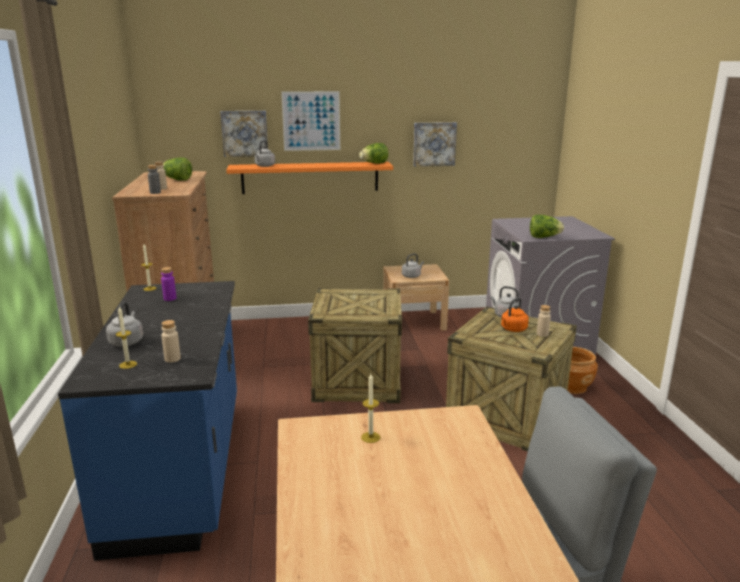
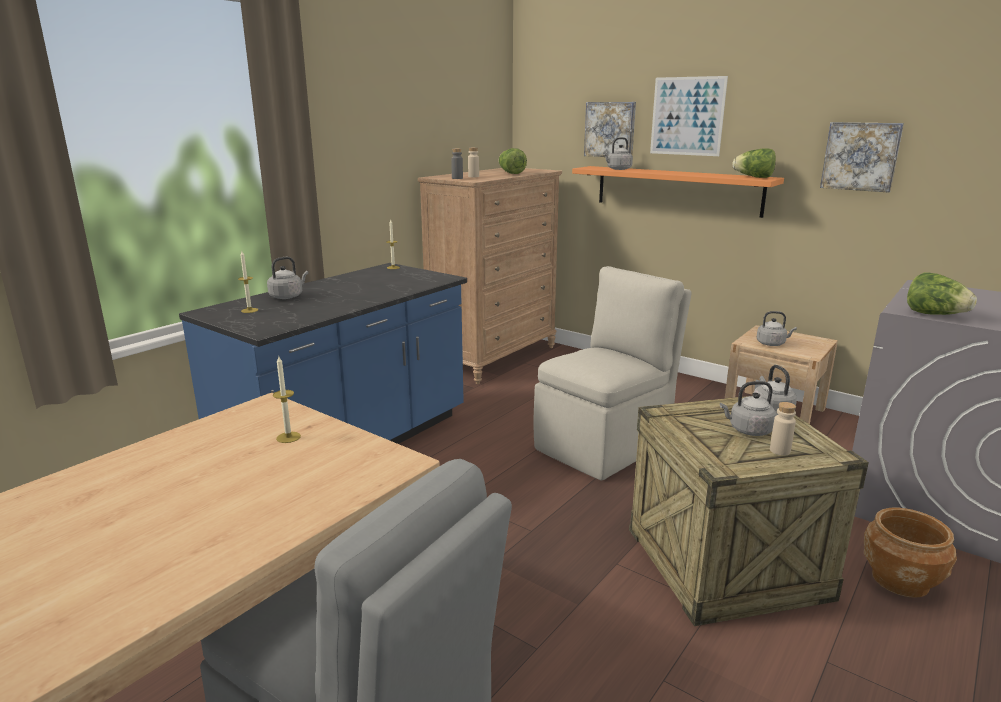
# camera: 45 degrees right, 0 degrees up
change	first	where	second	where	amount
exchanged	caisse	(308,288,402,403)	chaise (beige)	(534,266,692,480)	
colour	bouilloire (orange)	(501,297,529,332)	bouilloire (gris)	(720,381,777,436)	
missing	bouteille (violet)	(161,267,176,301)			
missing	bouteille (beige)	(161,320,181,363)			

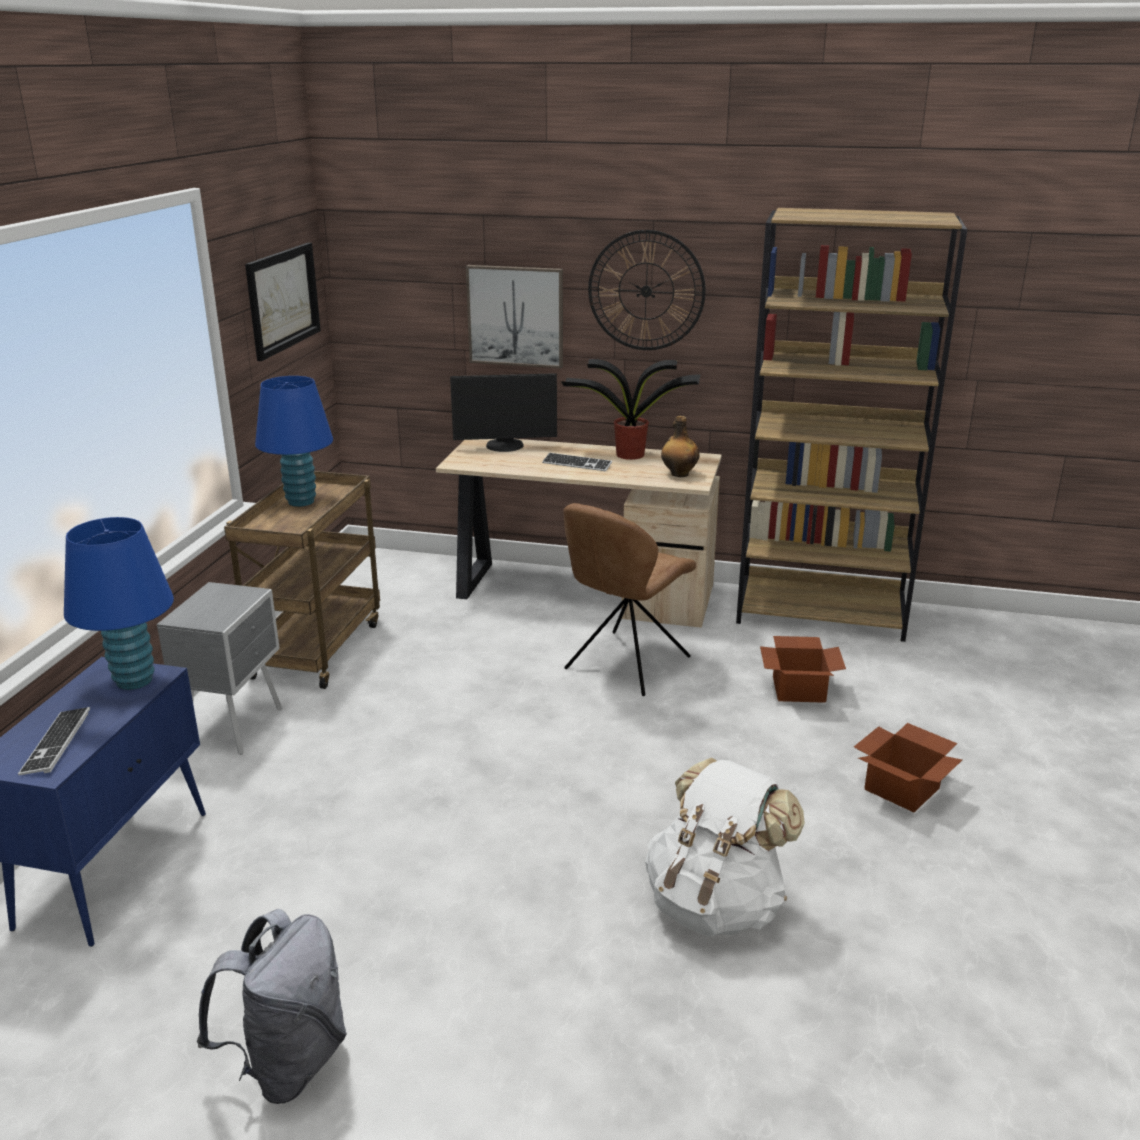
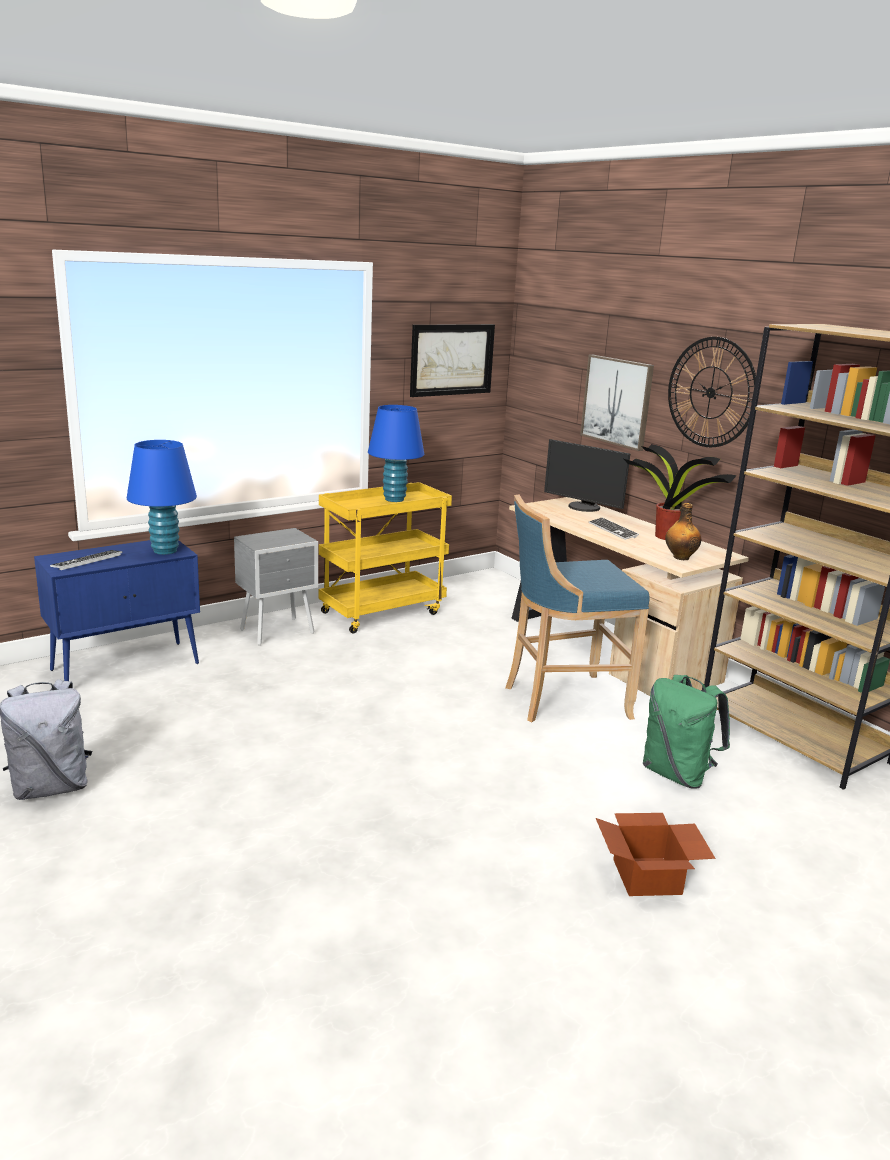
# camera: 40 degrees right, 5 degrees down
change	first	where	second	where	amount
colour	chariot (marron)	(224,471,380,689)	chariot (jaune)	(319,482,452,634)	
exchanged	chaise (marron)	(563,503,696,696)	tabouret (bleu)	(506,494,650,722)	
exchanged	carton	(760,636,846,703)	sac à dos (vert)	(643,675,730,789)	
missing	sac à dos (blanc)	(645,758,805,937)			

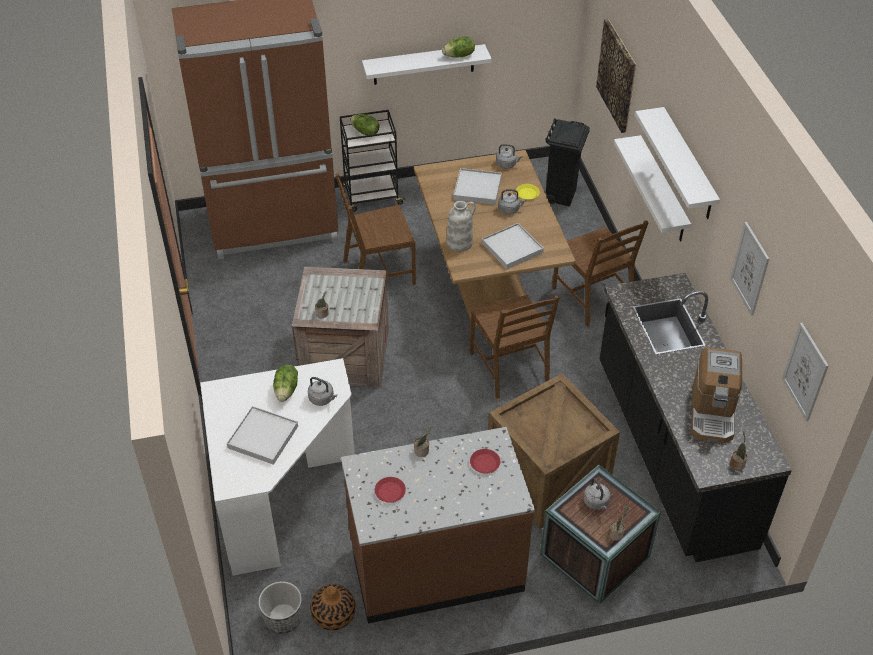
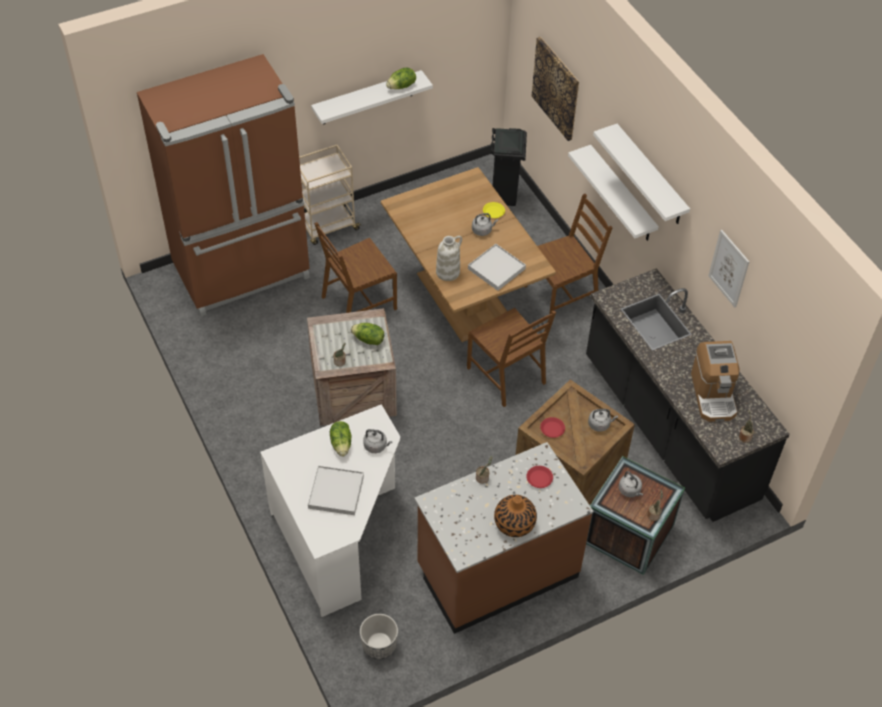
# camera: 15 degrees left, 5 degrees up
change	first	where	second	where	amount
colour	chariot (noir)	(340,110,406,212)	chariot (beige)	(299,145,362,245)	
relocated	laitue	(350,114,379,135)		(351,323,384,345)	
relocated	vase	(310,584,356,631)		(494,495,537,537)	
spun	chaise (marron)	(552,220,649,327)		(525,194,612,315)	75 degrees counterclockwise
relocated	assiette (rouge)	(375,477,406,502)		(540,417,565,438)	
relocated	bouilloire (gris)	(496,144,523,169)		(588,409,618,432)	
missing	plateau (blanc)	(453,168,502,205)			
missing	tableau	(782,323,828,421)			

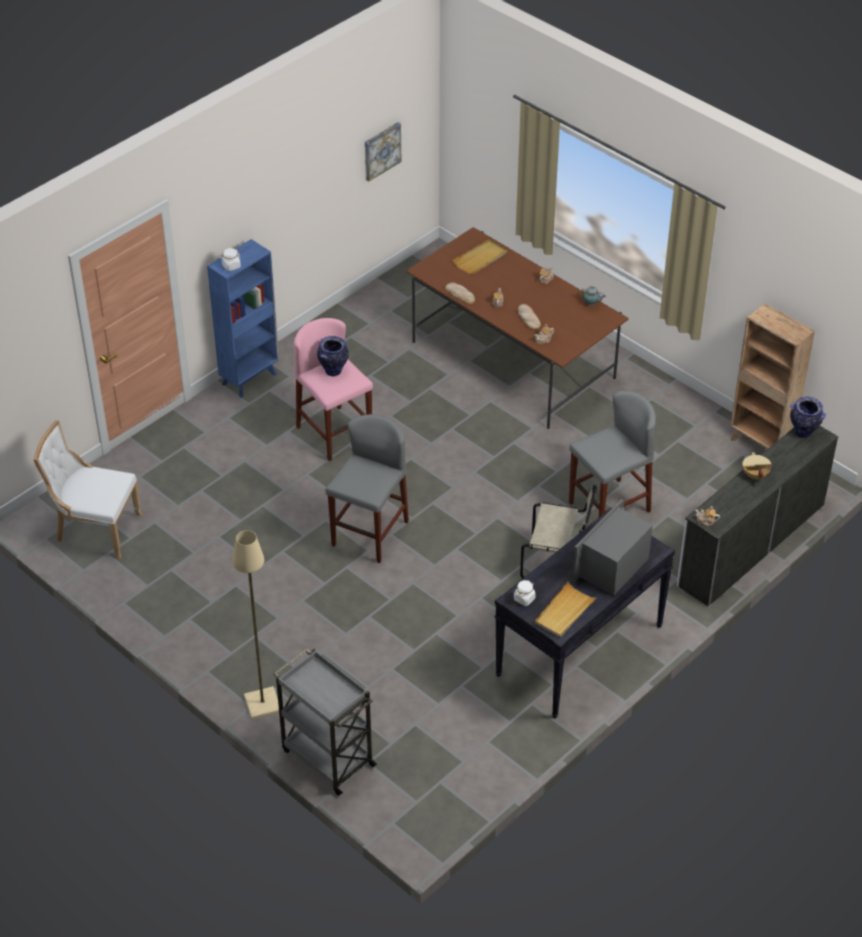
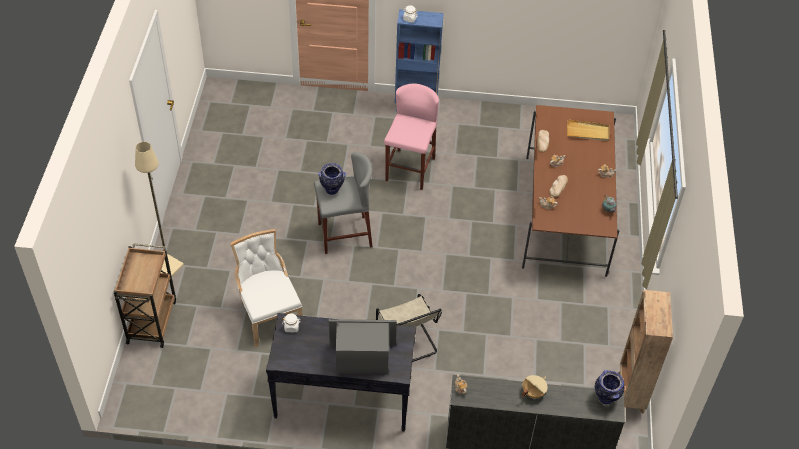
# camera: 50 degrees right, 5 degrees up
change	first	where	second	where	amount
colour	chariot (gris)	(274,648,377,796)	chariot (marron)	(114,243,176,348)	
relocated	chaise (blanc)	(33,420,143,559)		(230,229,303,347)	
relocated	vase	(317,336,349,376)		(318,163,346,195)	
missing	tableau	(365,122,401,182)			
missing	plateau (beige)	(535,581,597,637)			
missing	tabouret (gris)	(569,391,656,517)			

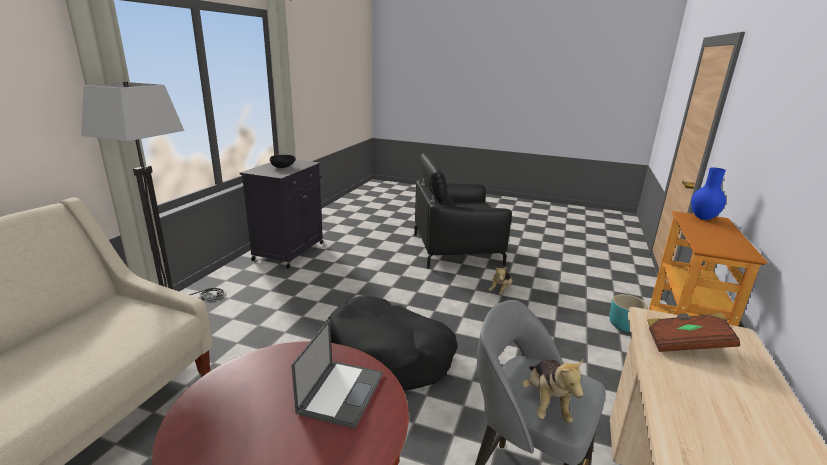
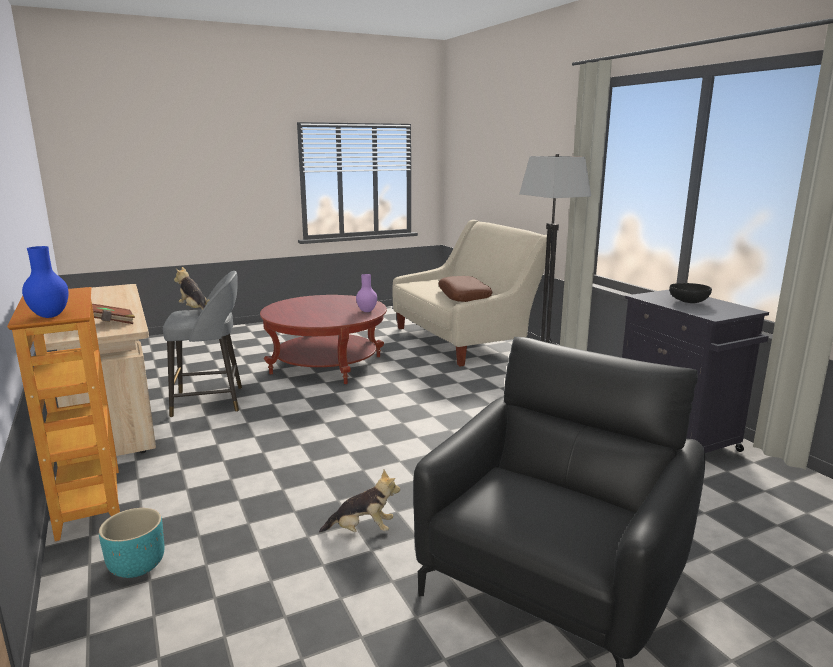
# camera: 135 degrees right, 5 degrees down
change	first	where	second	where	amount
spun	peluche	(489,267,512,295)		(319,470,400,533)	105 degrees clockwise
appeared			vase (violet)	(356,274,377,312)	
appeared			coussin (marron)	(439,276,492,302)	
missing	ordinateur portable	(291,319,383,429)			
missing	panier pour chien (noir)	(326,296,457,391)			

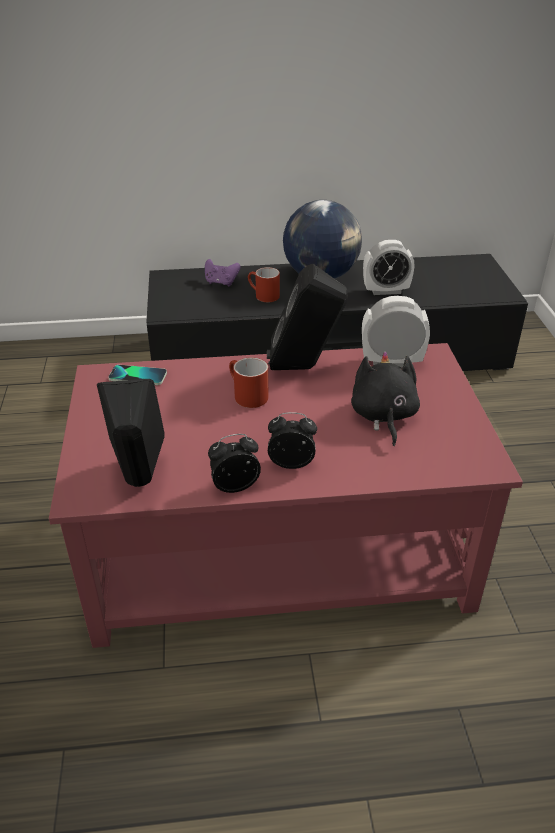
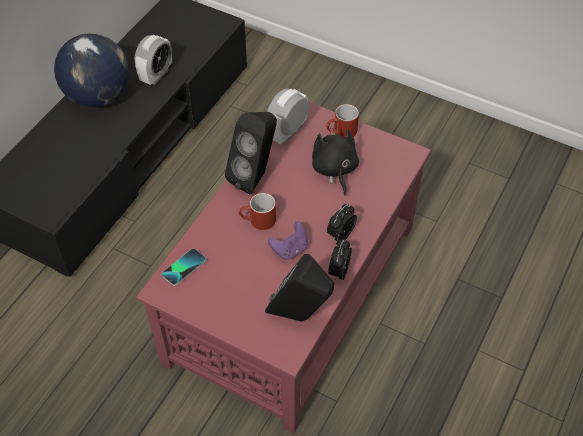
# camera: 55 degrees left, 15 degrees up
change	first	where	second	where	amount
relocated	manette (violet)	(205,259,241,286)		(268,221,308,260)	
spun	peluche (noir)	(351,351,420,446)		(312,126,359,195)	45 degrees clockwise
relocated	mug (rouge)	(248,267,280,302)		(326,104,359,138)	

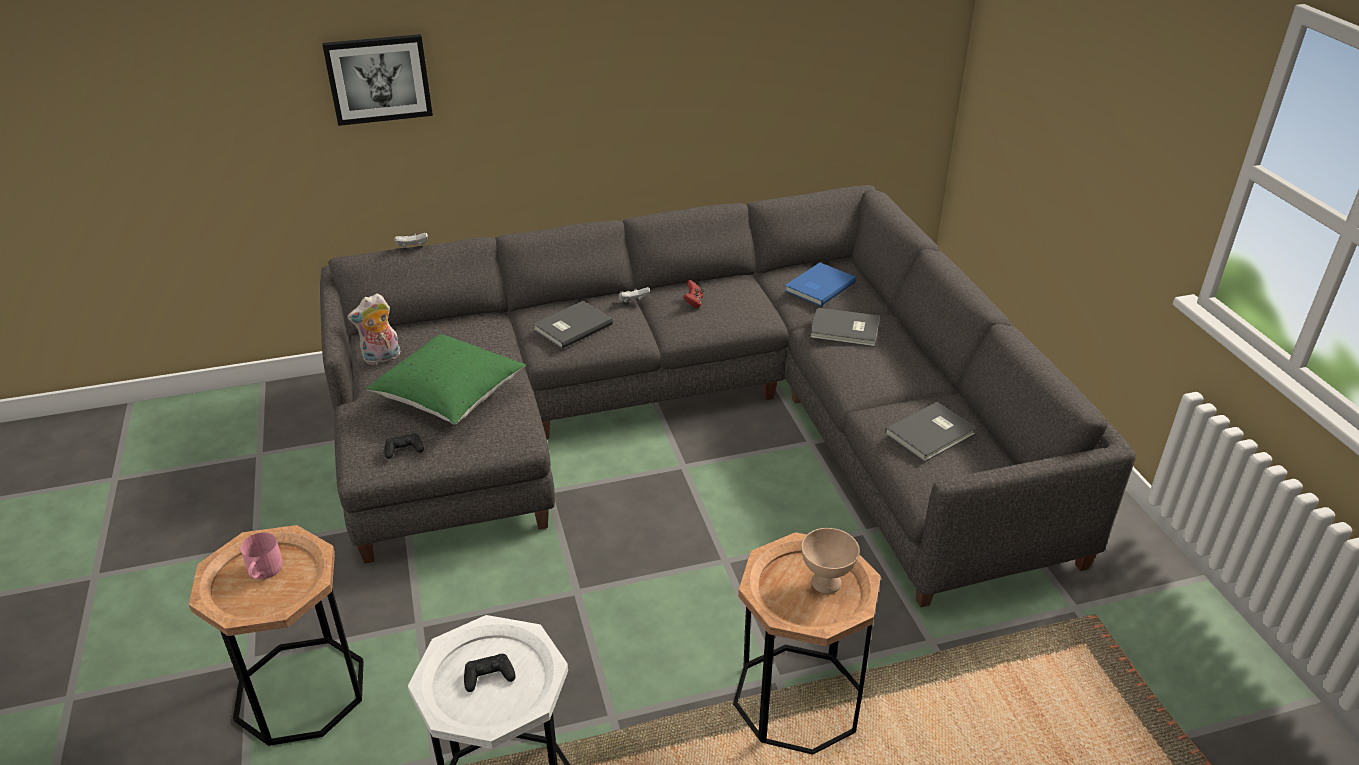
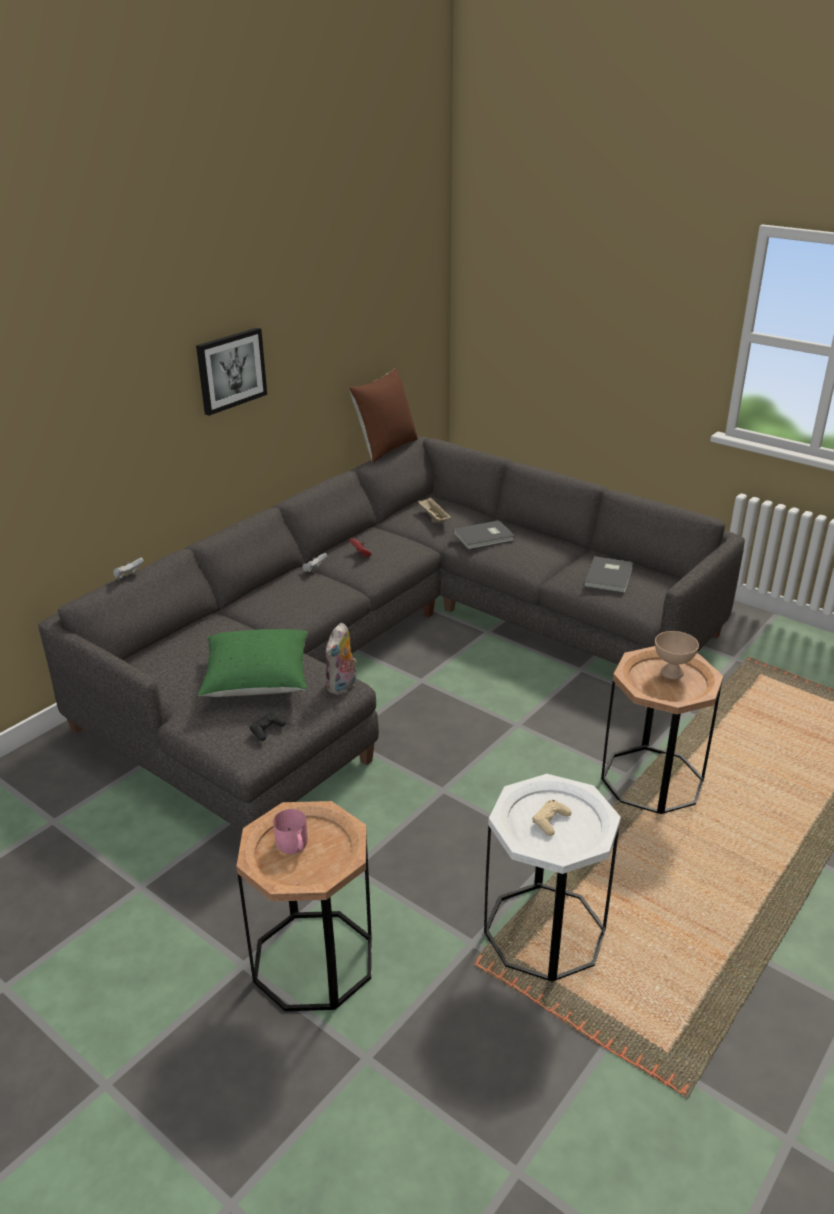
# camera: 35 degrees left, 5 degrees down
change	first	where	second	where	amount
relocated	tableau	(322,34,433,126)		(196,328,267,416)	
relocated	peluche	(347,293,400,365)		(325,623,357,695)	
appeared			coussin (marron)	(349,368,418,463)	
exchanged	livre (bleu)	(784,263,856,306)	plateau (beige)	(418,497,452,522)	
colour	manette (noir)	(464,654,516,692)	manette (beige)	(532,800,572,836)	
missing	livre (gris)	(533,301,613,349)			

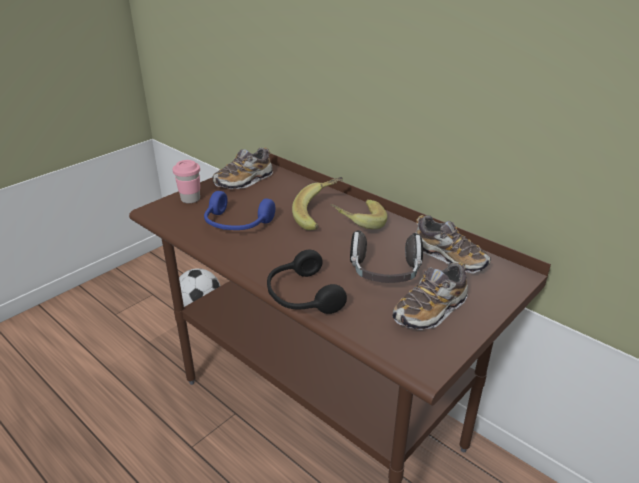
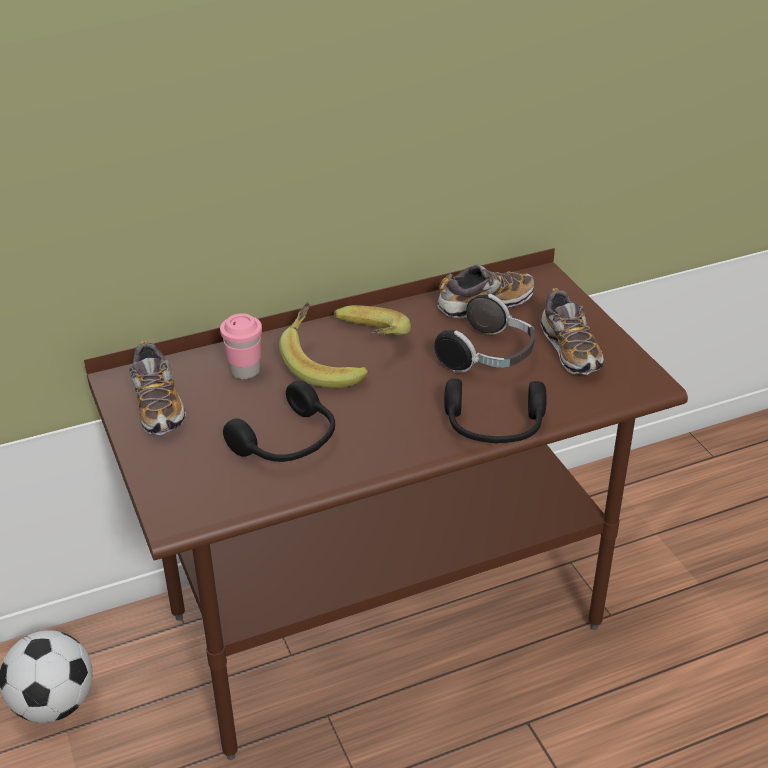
# camera: 65 degrees left, 5 degrees up
change	first	where	second	where	amount
relocated	tasse (rose)	(173,160,200,204)		(220,313,262,379)	
colour	casque audio (bleu)	(204,191,275,230)	casque audio (noir)	(223,381,335,462)	

